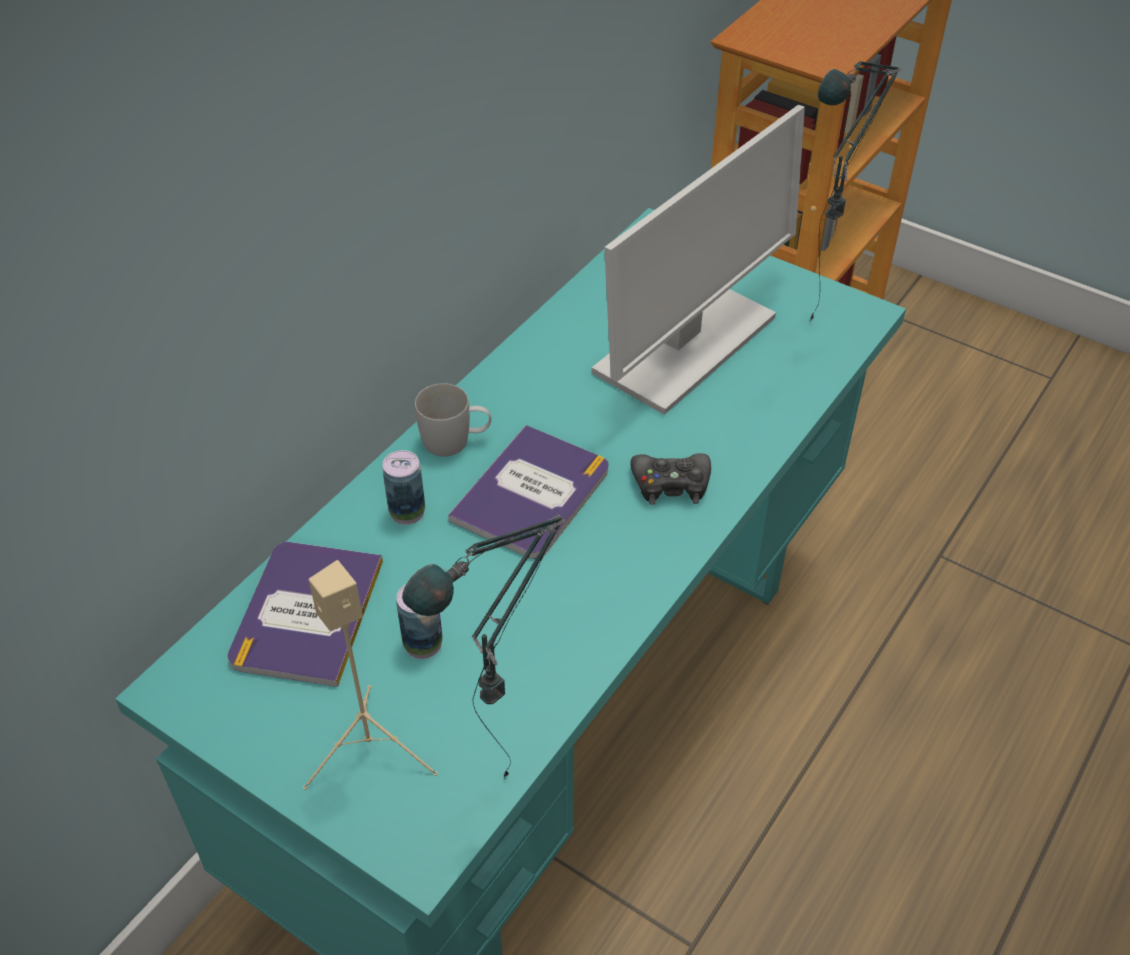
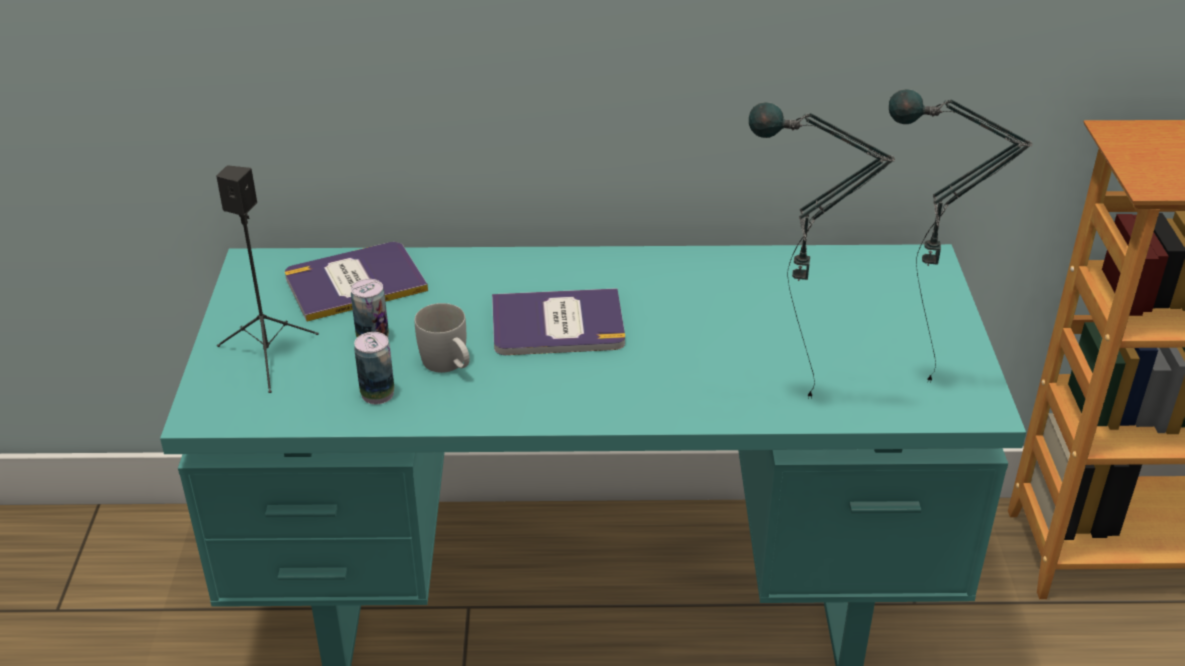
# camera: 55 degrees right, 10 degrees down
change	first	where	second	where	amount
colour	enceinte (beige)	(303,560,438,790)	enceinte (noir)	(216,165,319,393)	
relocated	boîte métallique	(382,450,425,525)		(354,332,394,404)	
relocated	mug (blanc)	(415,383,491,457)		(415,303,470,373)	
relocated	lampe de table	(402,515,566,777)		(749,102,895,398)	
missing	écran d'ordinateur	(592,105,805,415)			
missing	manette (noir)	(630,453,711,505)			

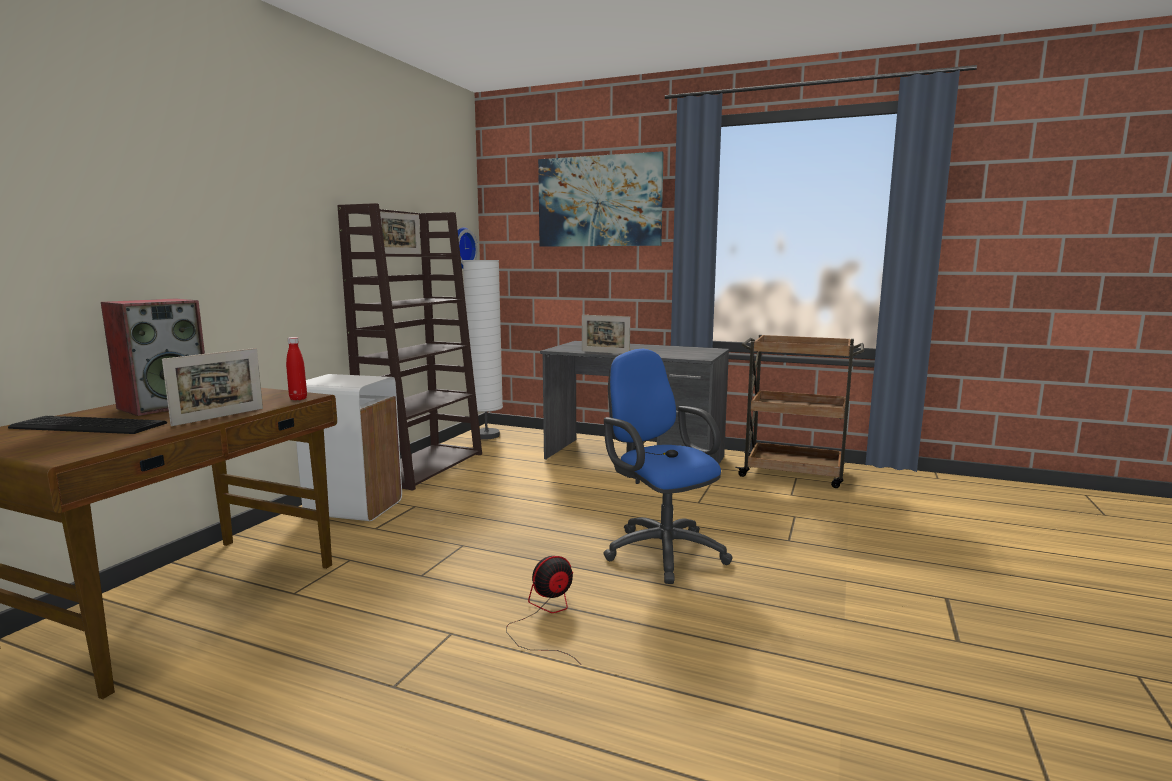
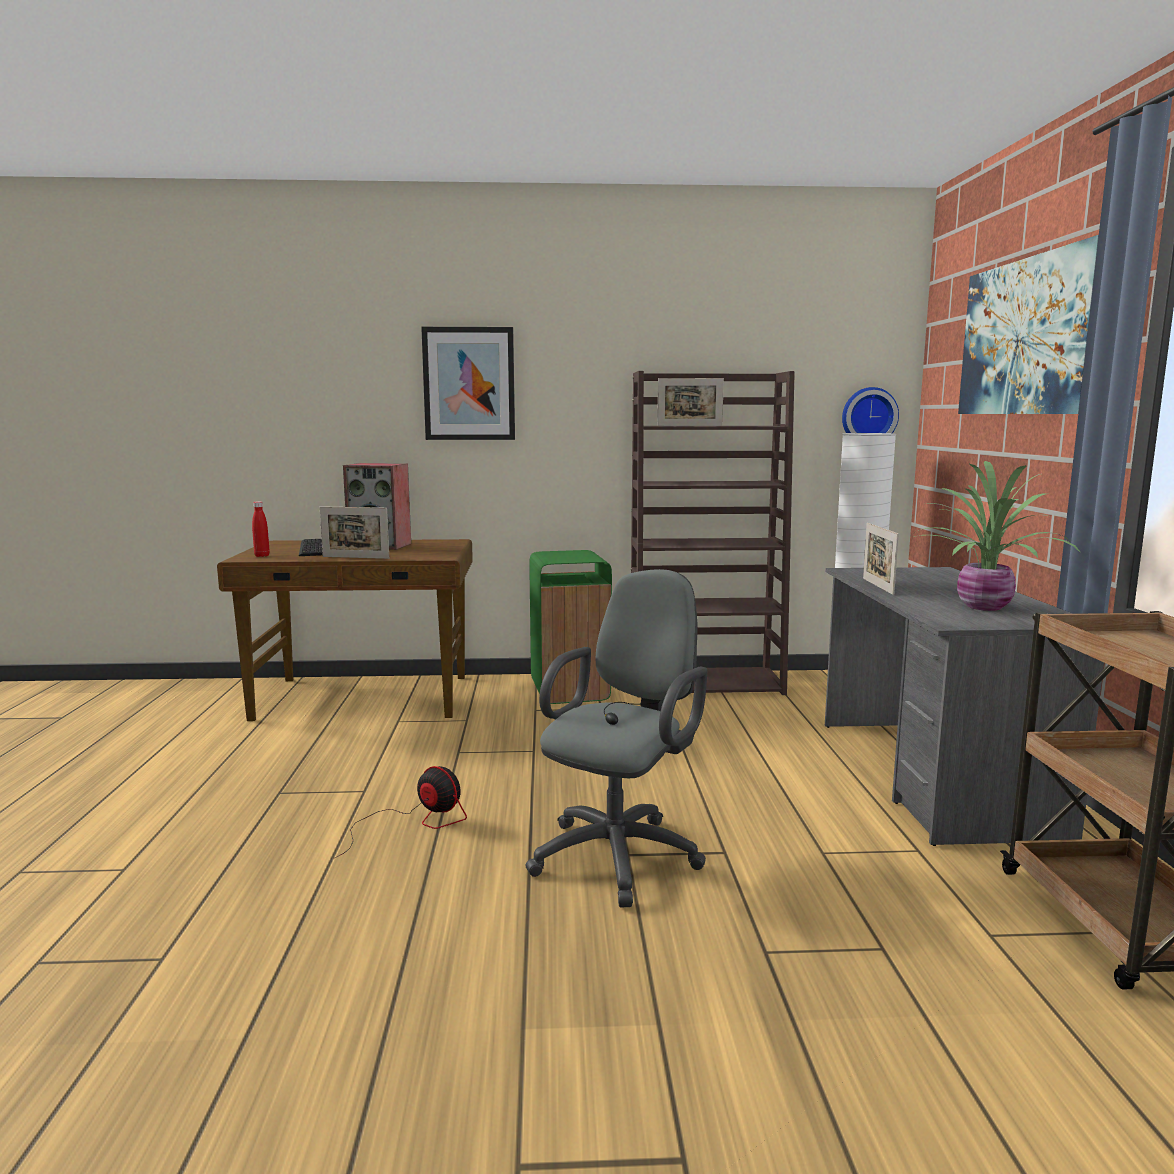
# camera: 65 degrees right, 0 degrees up
change	first	where	second	where	amount
relocated	bouteille (rouge)	(286,337,307,400)		(252,501,270,557)	
appeared			tableau	(421,327,515,440)	
colour	chaise de bureau (bleu)	(603,349,733,584)	chaise de bureau (gris)	(525,569,707,907)	
colour	poubelle (blanc)	(296,374,402,521)	poubelle (vert)	(529,550,612,704)	
appeared			plante en pot	(914,461,1082,611)	

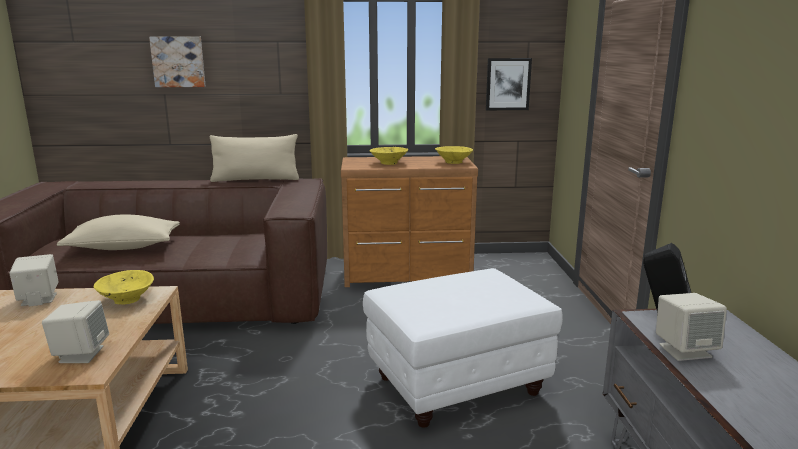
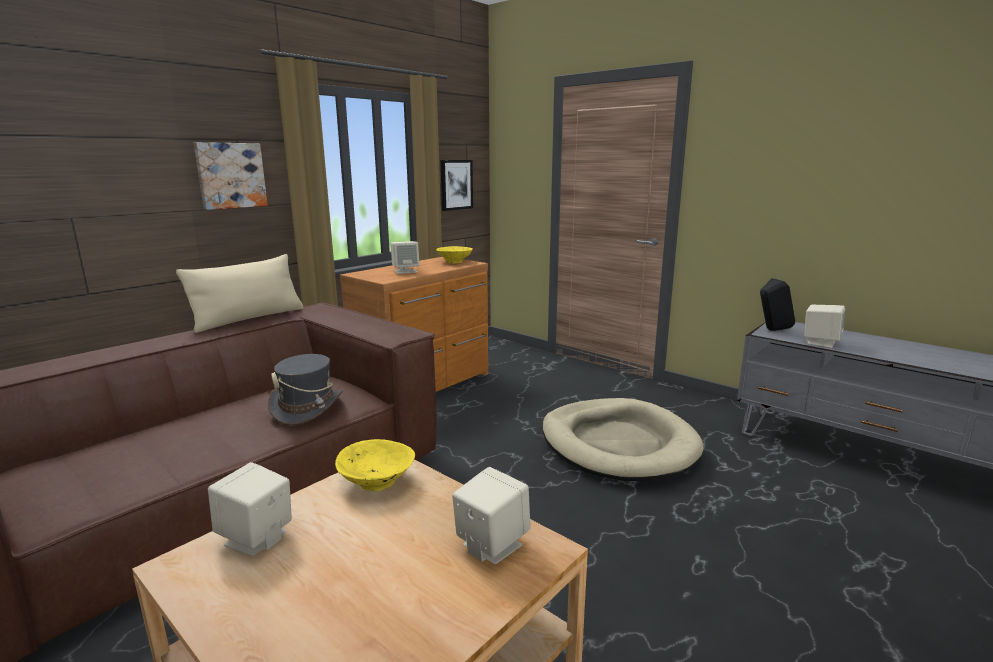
# camera: 45 degrees left, 0 degrees up
change	first	where	second	where	amount
relocated	tableau	(149,36,206,87)		(194,142,268,210)	
appeared			chapeau (gris)	(267,354,343,425)	
exchanged	bol (jaune)	(370,147,408,165)	enceinte (beige)	(391,241,420,274)	
exchanged	pouf (blanc)	(363,268,563,428)	panier pour chien (beige)	(543,398,704,481)	
missing	coussin (beige)	(57,214,180,250)			

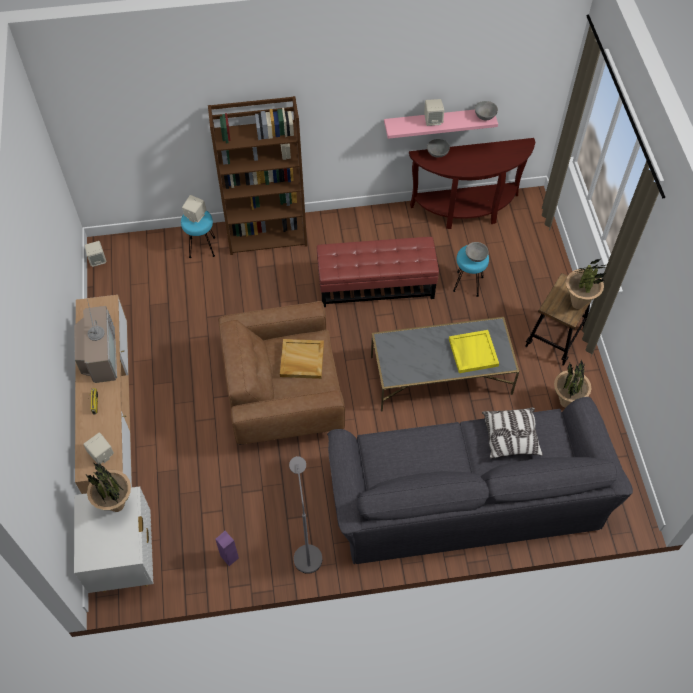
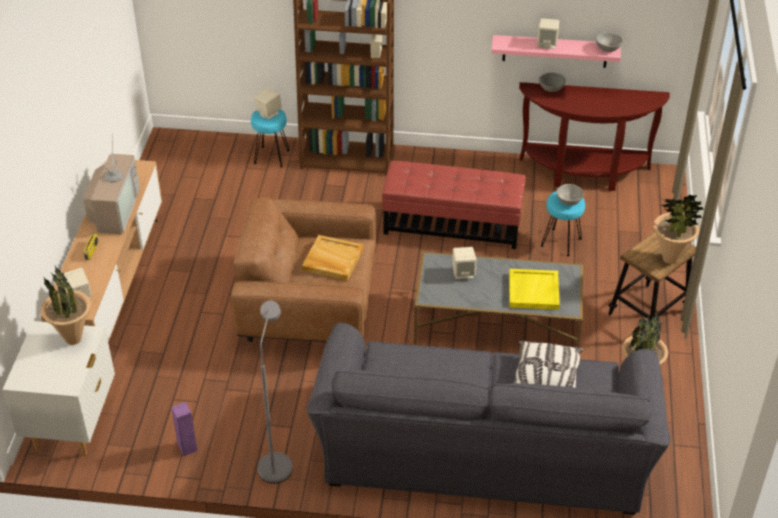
# camera: 15 degrees right, 15 degrees down
change	first	where	second	where	amount
relocated	enceinte (beige)	(85,241,106,267)		(452,247,476,279)	

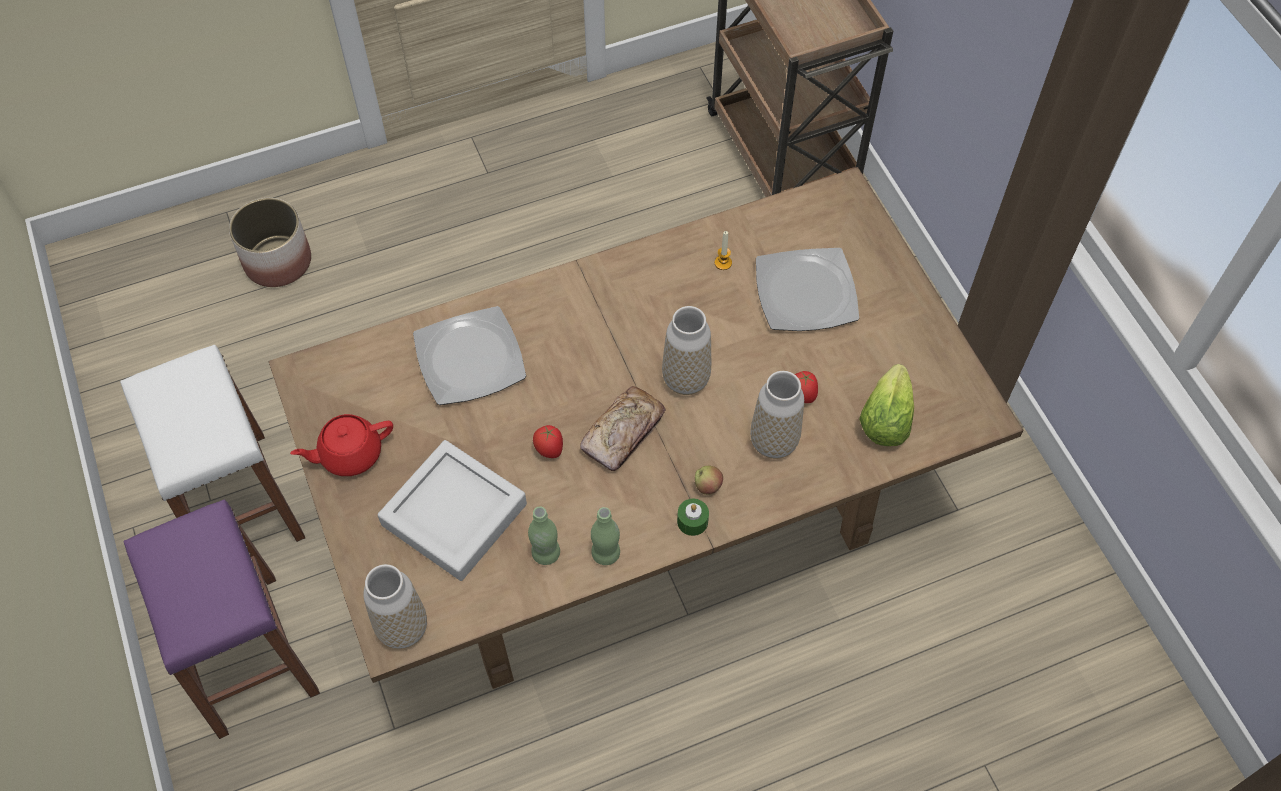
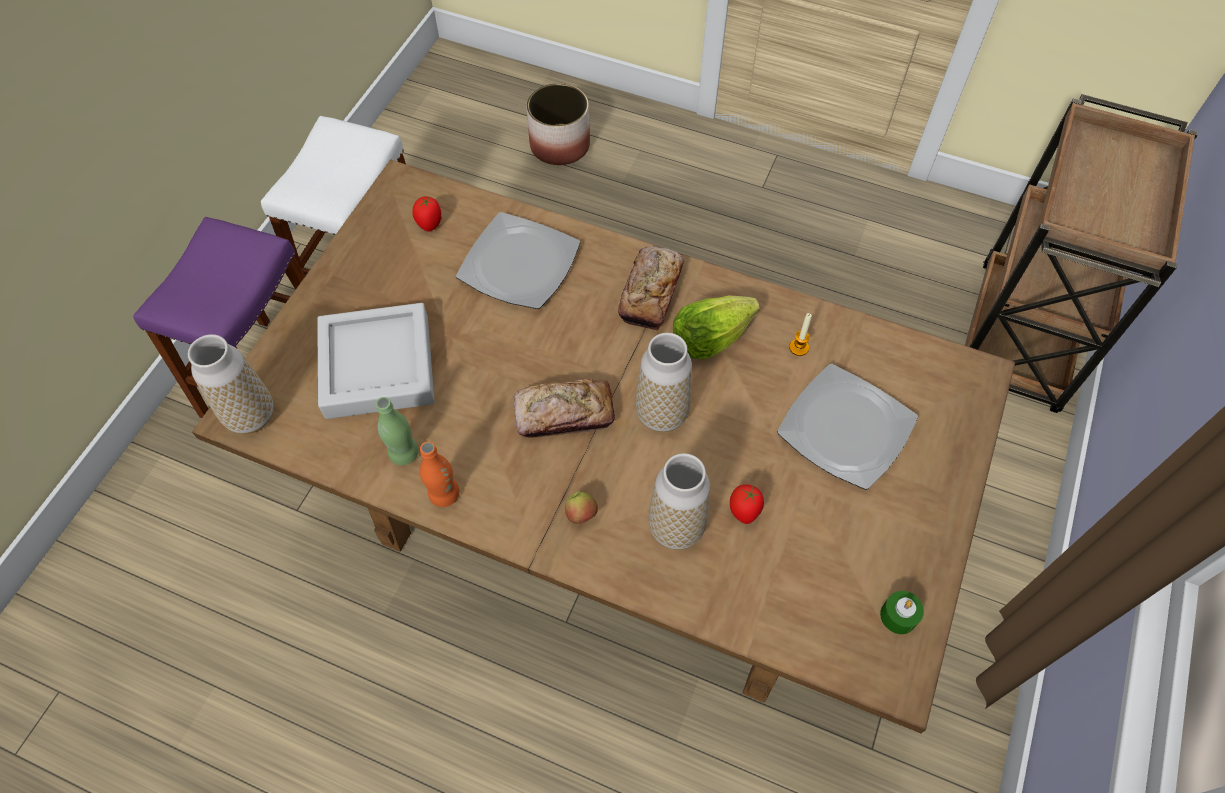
# camera: 45 degrees right, 0 degrees up
change	first	where	second	where	amount
relocated	tomate	(533,425,563,458)		(412,197,442,232)	
colour	bouteille (vert)	(591,507,620,565)	bouteille (orange)	(420,441,460,507)	
appeared			pain	(618,247,684,331)	
relocated	laitue	(859,364,914,446)		(673,296,760,359)	
relocated	bougie (vert)	(677,499,709,536)		(880,591,924,634)	
missing	théière (rouge)	(290,414,393,476)			

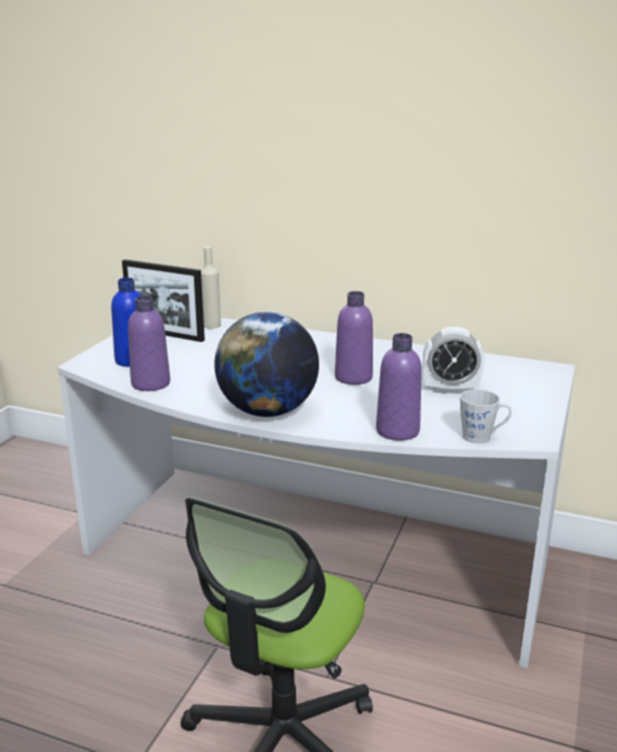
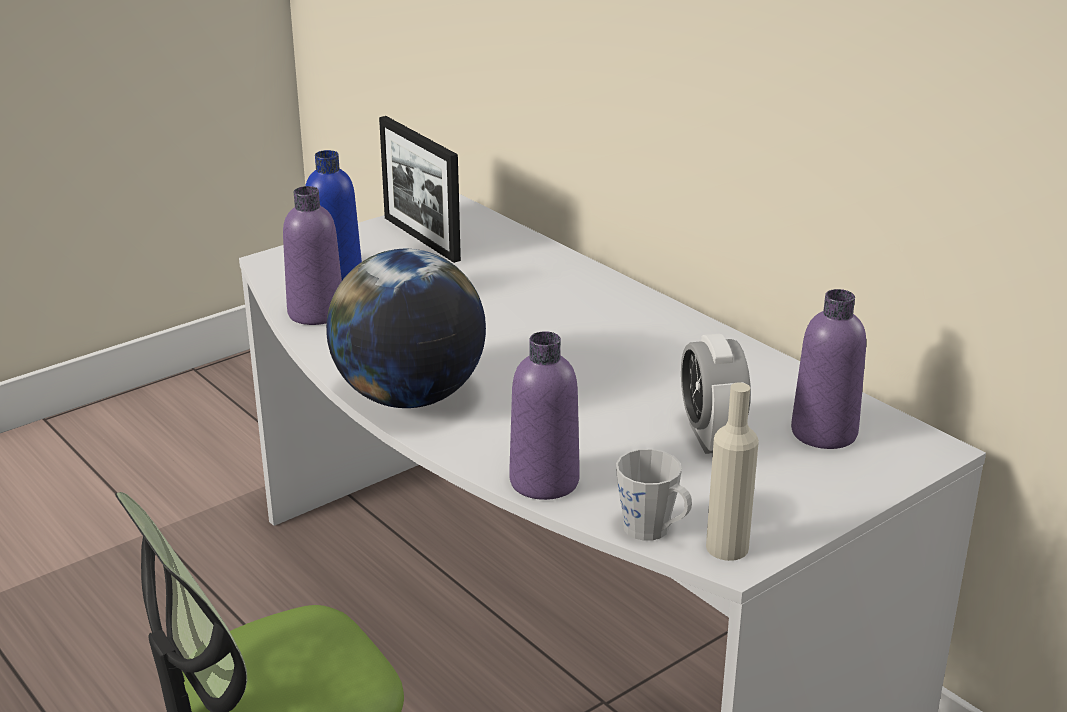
# camera: 30 degrees right, 5 degrees up
change	first	where	second	where	amount
spun	réveil	(423,327,484,394)		(681,333,751,454)	45 degrees clockwise
relocated	bouteille (beige)	(201,246,221,329)		(706,382,759,561)	
relocated	bouteille (violet)	(335,291,373,385)		(791,289,866,449)	

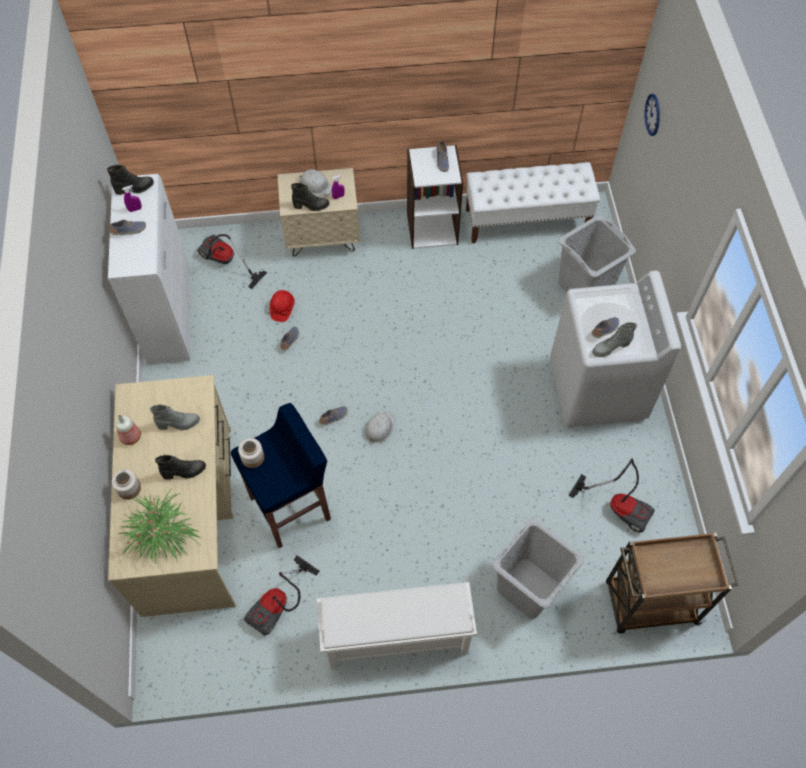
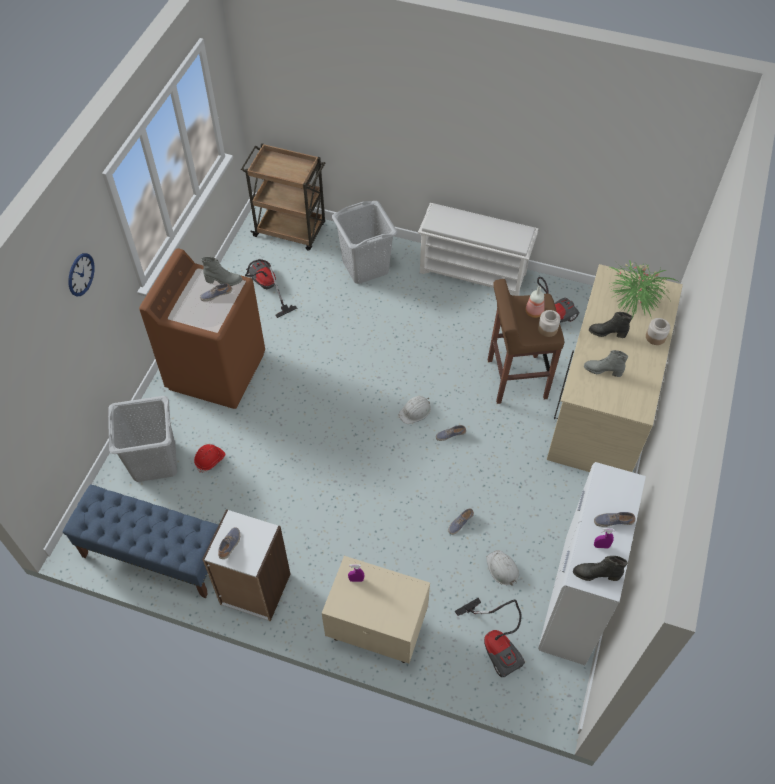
# camera: 155 degrees left, 5 degrees down
change	first	where	second	where	amount
colour	banc (blanc)	(466,162,600,243)	banc (bleu)	(63,485,219,598)	
relocated	horloge murale	(645,94,660,136)		(68,253,95,296)	
colour	lave-linge (blanc)	(550,271,681,428)	lave-linge (marron)	(139,248,265,409)	
relocated	casque de chantier (rouge)	(270,290,295,322)		(194,444,225,472)	
relocated	casque de chantier (blanc)	(299,170,332,198)		(486,550,519,586)	
colour	tabouret (bleu)	(231,403,331,548)	tabouret (marron)	(488,279,564,404)	
relocated	bouteille	(116,415,141,445)		(526,286,545,318)	
missing	botte (noir)	(291,183,330,211)			

